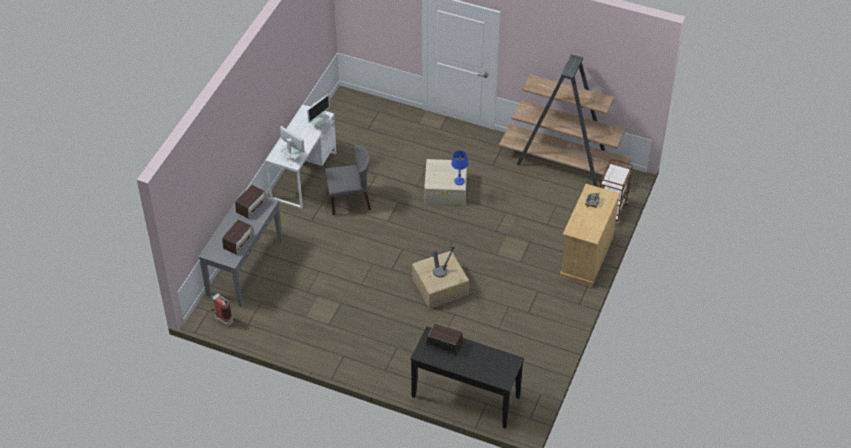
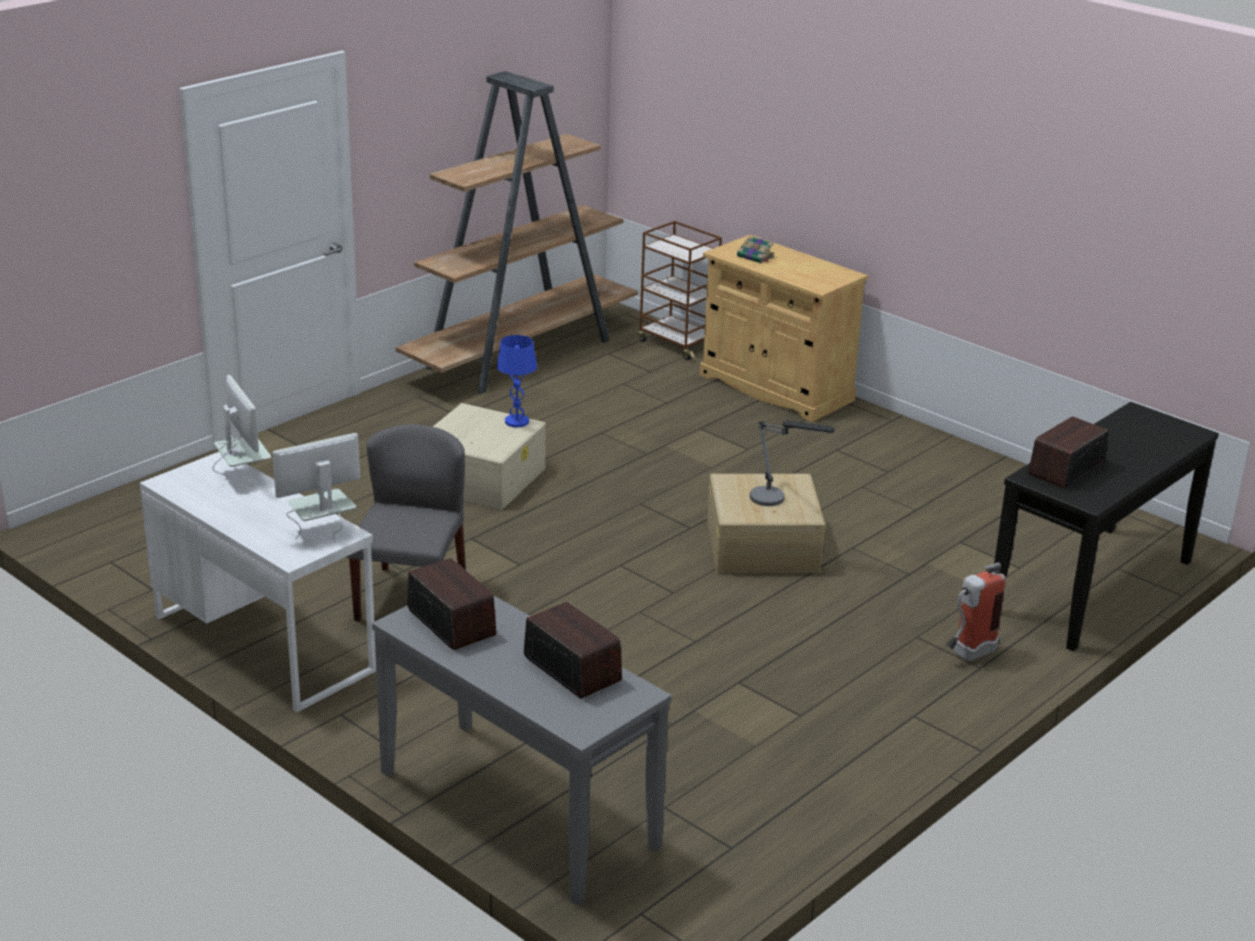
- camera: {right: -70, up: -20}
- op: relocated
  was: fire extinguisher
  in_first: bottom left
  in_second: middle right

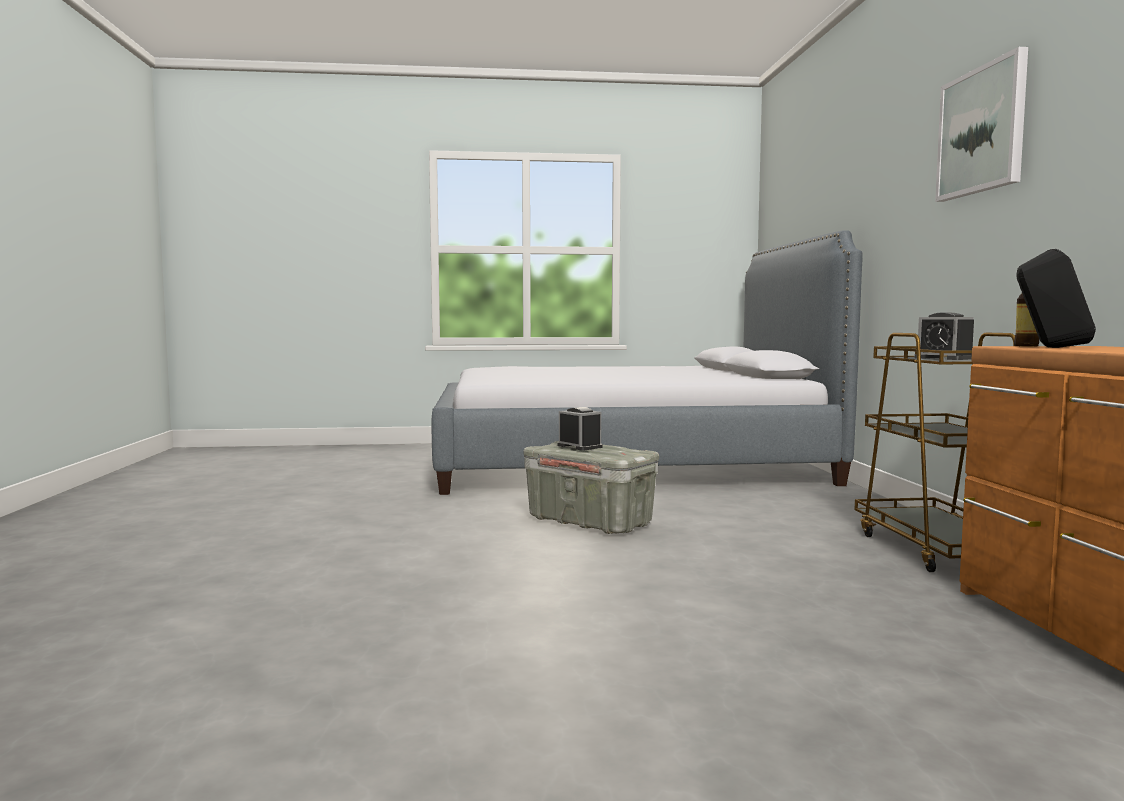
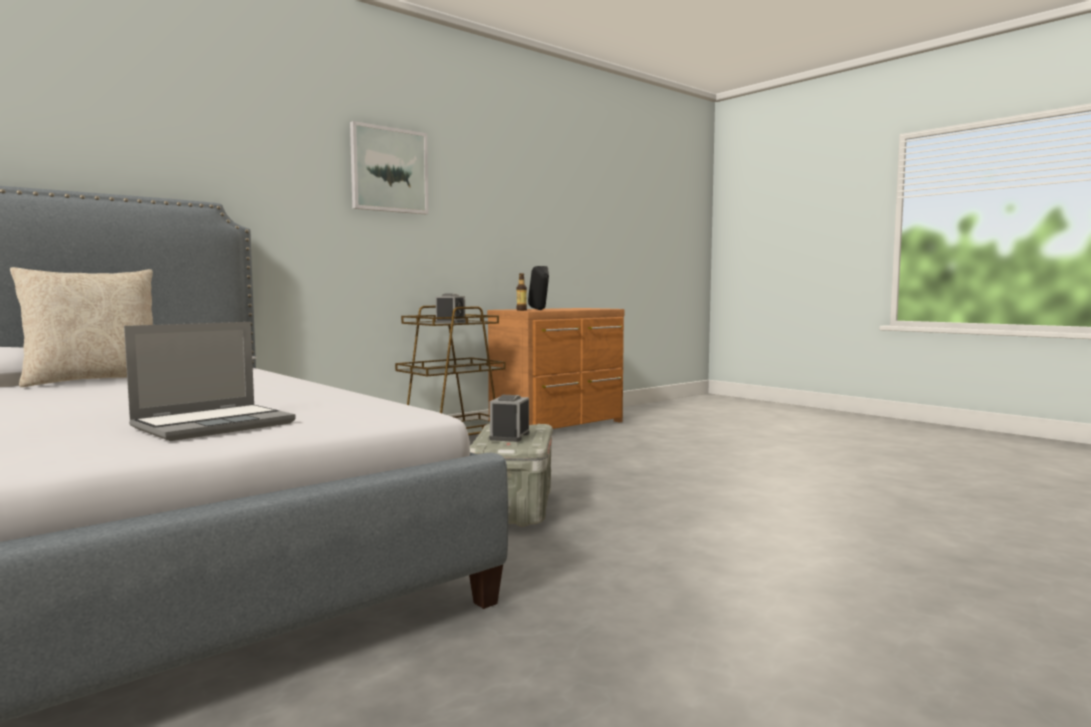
- camera: {right: -125, up: 0}
- op: appeared
  now: pillow in beige
  in_second: middle left
- op: appeared
  now: laptop
  in_second: middle left

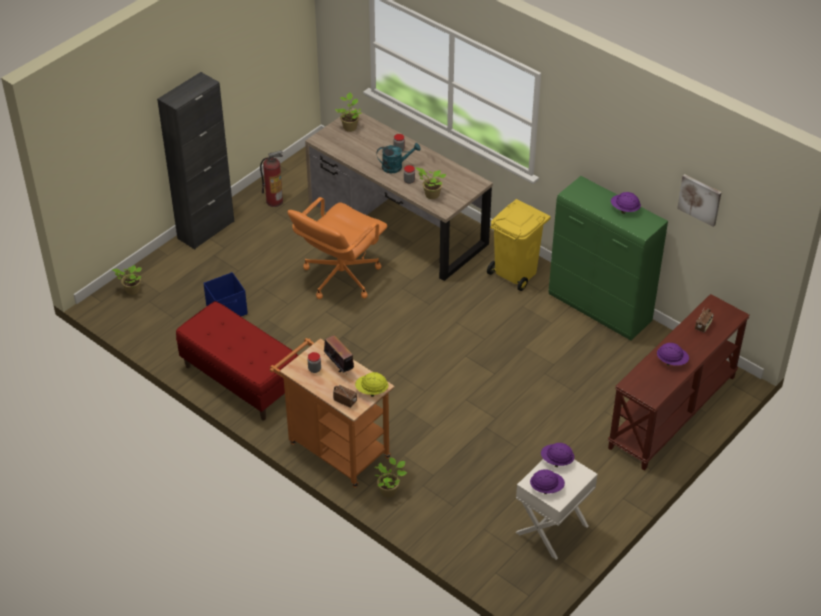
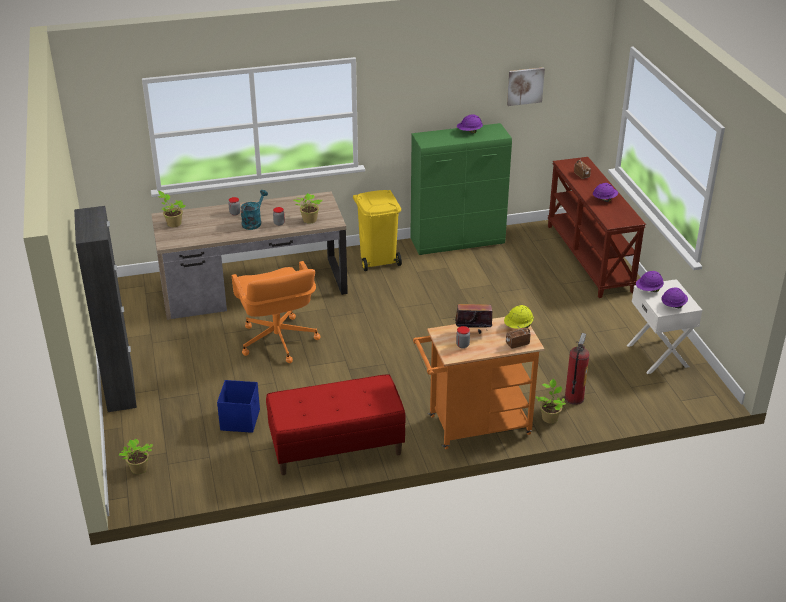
- camera: {right: -55, up: -10}
- op: relocated
  was: fire extinguisher
  in_first: top left
  in_second: middle right

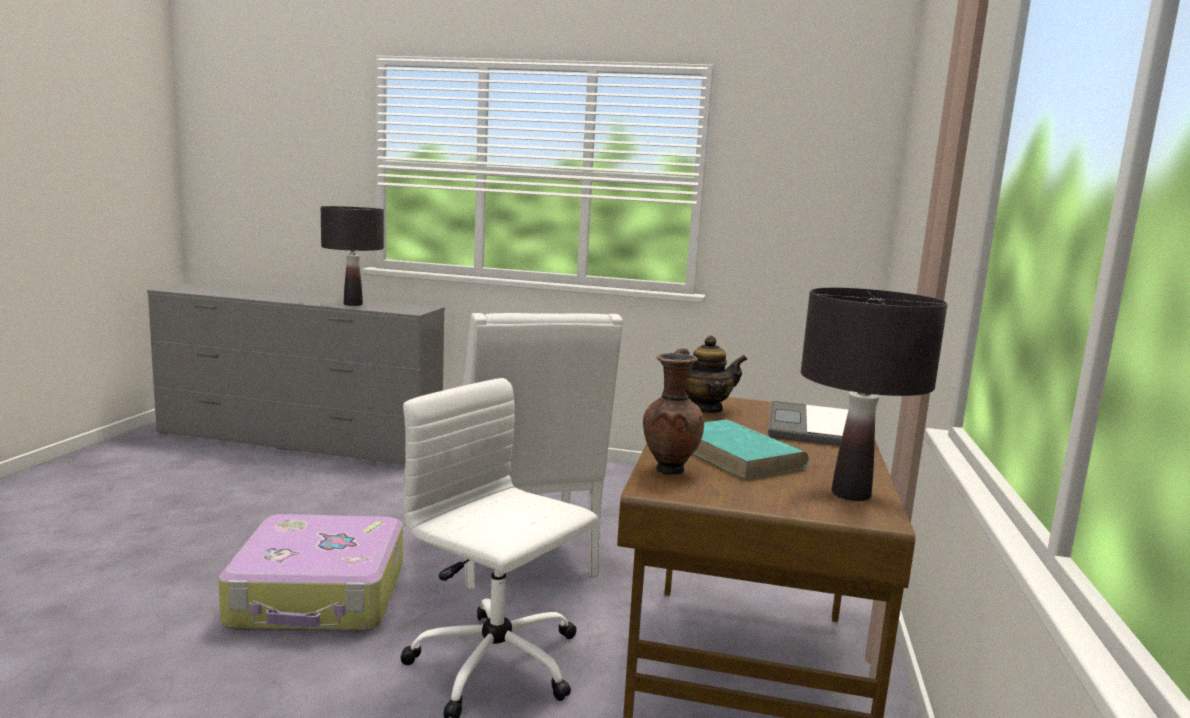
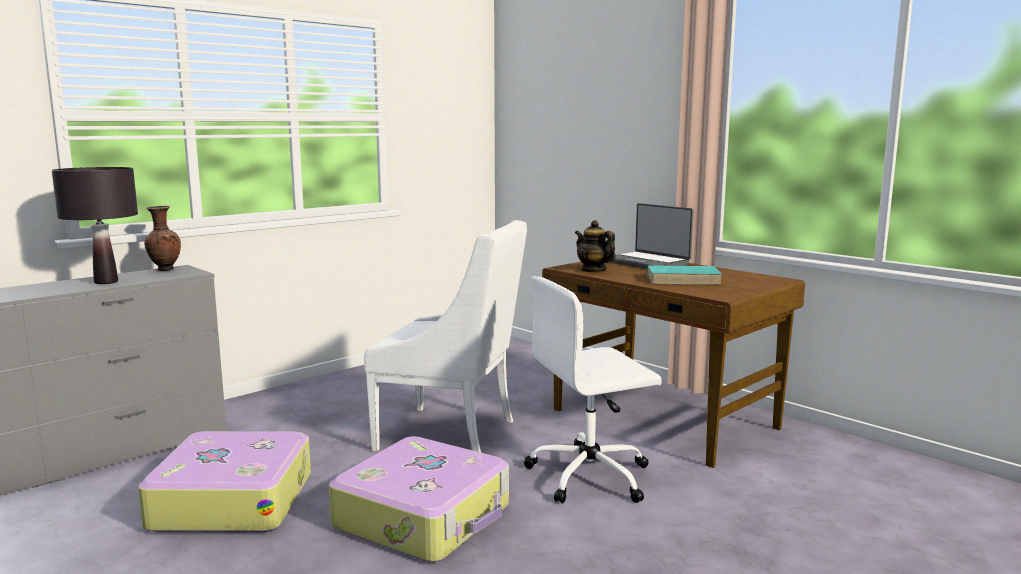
- camera: {right: -55, up: 0}
- op: appeared
  now: suitcase (no. 1 from left)
  in_second: bottom left
- op: relocated
  was: vase in brown
  in_first: centre
  in_second: middle left
- op: spun
  was: teapot
  in_first: centre
  in_second: centre
  clockwise: -60
- op: missing
  was: table lamp in black (no. 2 from left)
  in_first: middle right

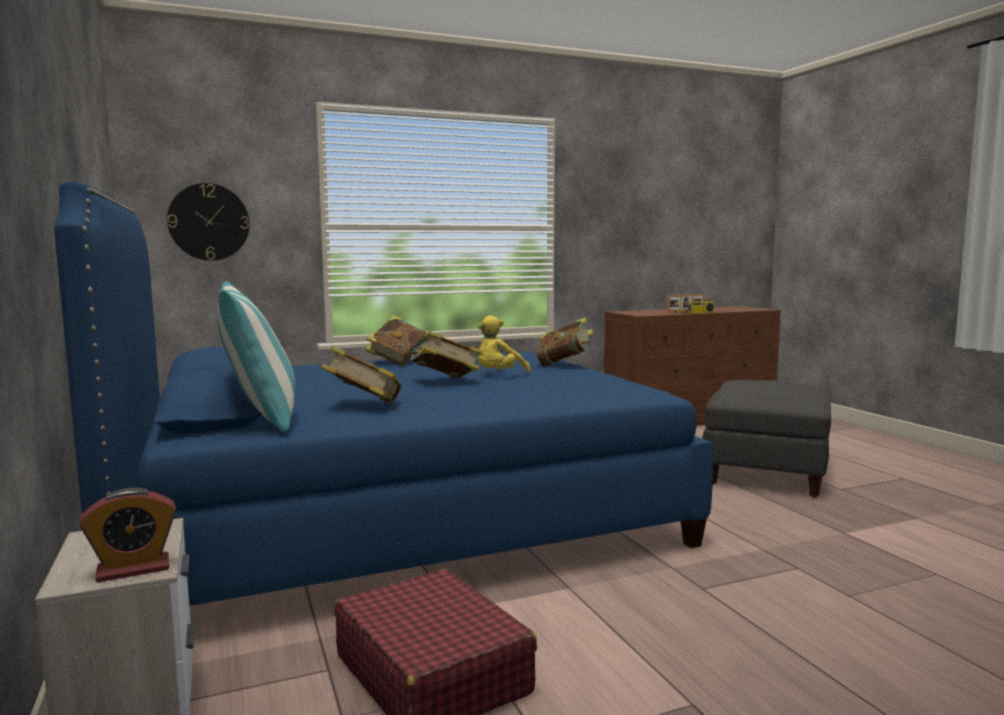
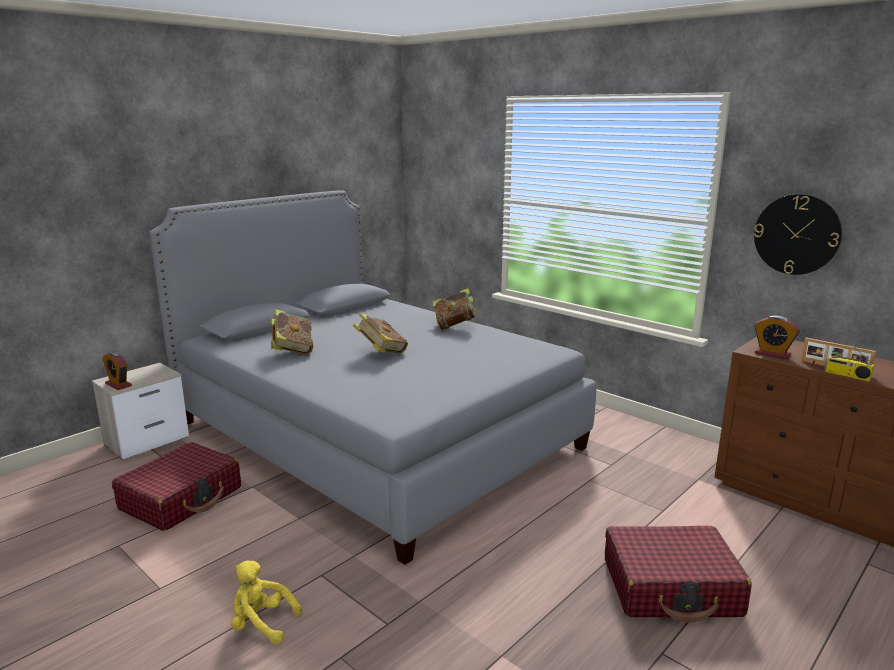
- camera: {right: 65, up: 10}
- op: colour
  was: bed in blue
  now: bed in grey
  in_first: centre
  in_second: centre
- op: relocated
  was: plush toy in yellow
  in_first: centre
  in_second: bottom left
- op: exchanged
  was: ottoman in grey
  now: suitcase in red (no. 2 from left)
  in_first: middle right
  in_second: bottom right
- op: relocated
  was: wall clock
  in_first: top left
  in_second: middle right
- op: appeared
  now: alarm clock (no. 2 from left)
  in_second: middle right
- op: missing
  was: pillow
  in_first: middle left
- op: missing
  was: book (no. 4 from left)
  in_first: centre

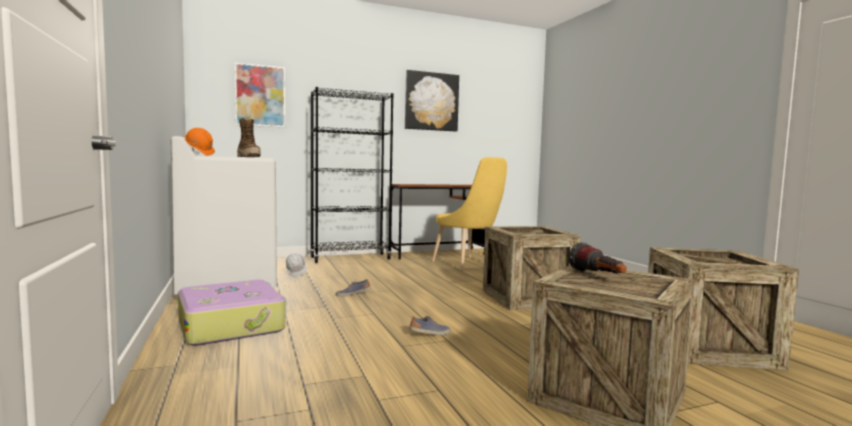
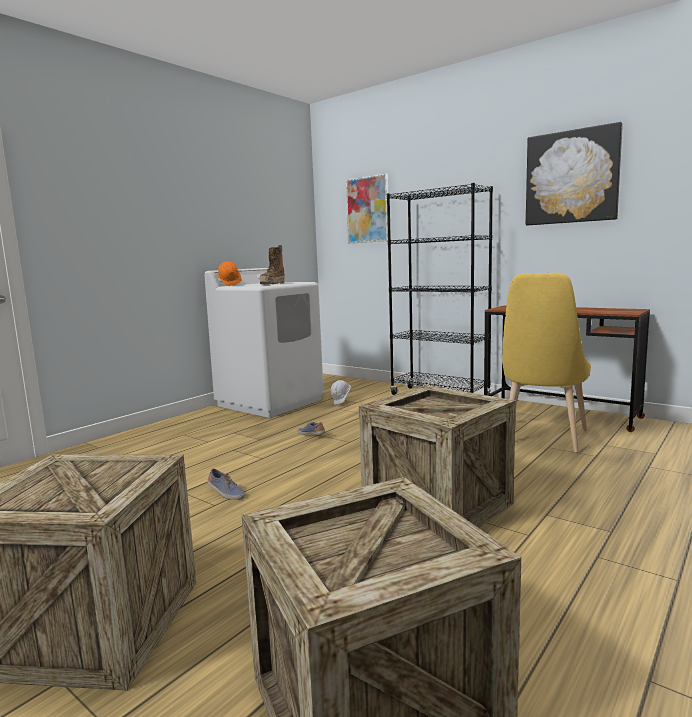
- camera: {right: 60, up: 5}
- op: missing
  was: suitcase
  in_first: bottom left
- op: missing
  was: flashlight
  in_first: middle right

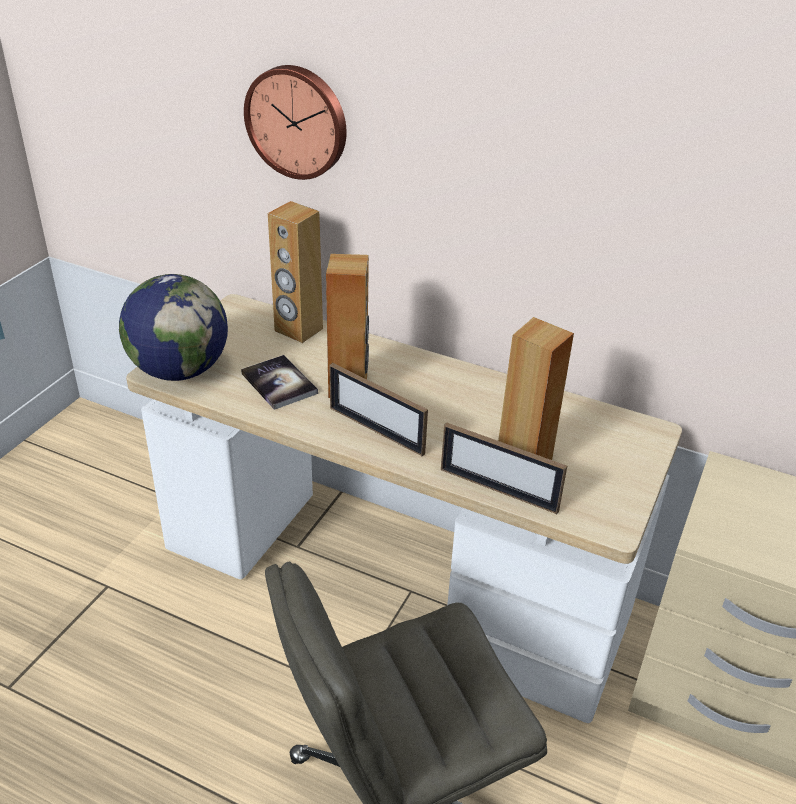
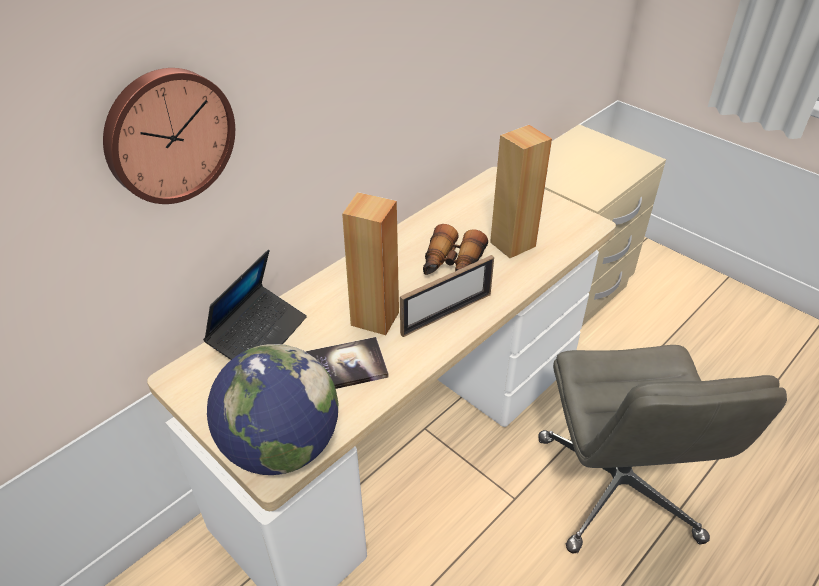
- camera: {right: -70, up: 5}
- op: exchanged
  was: speaker in brown (no. 1 from left)
  now: laptop
  in_first: centre
  in_second: middle left
- op: appeared
  now: binoculars
  in_second: centre
- op: missing
  was: picture frame (no. 2 from left)
  in_first: centre

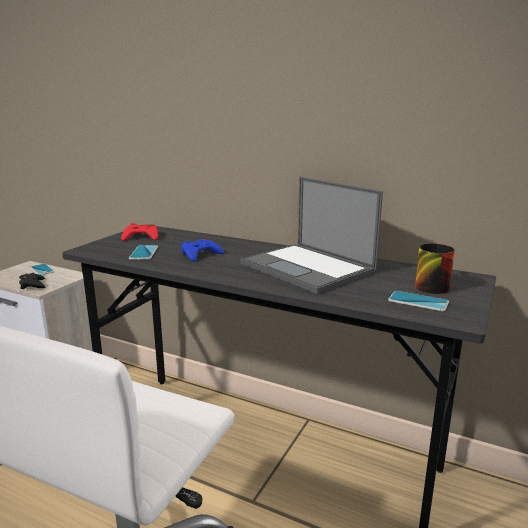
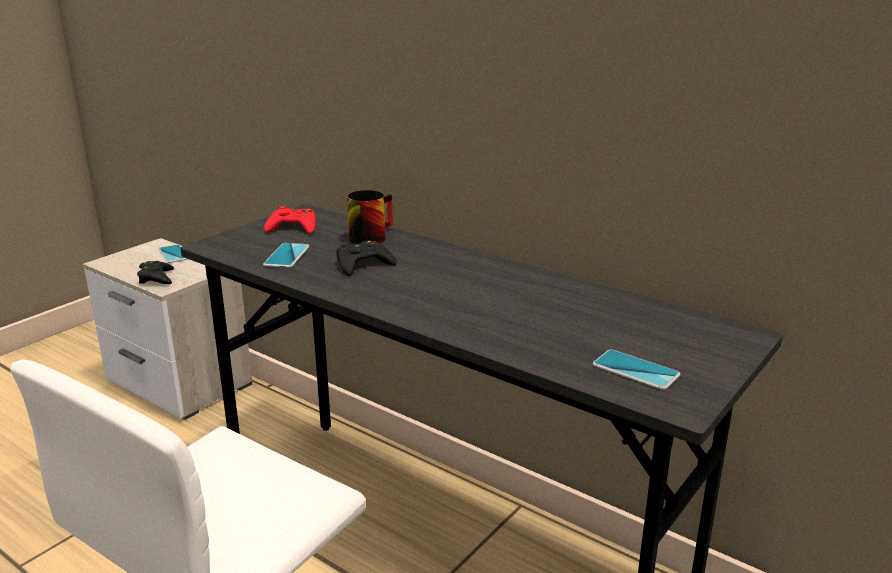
- camera: {right: 10, up: 5}
- op: colour
  was: game controller in blue
  now: game controller in black (no. 2 from left)
  in_first: centre
  in_second: centre
- op: relocated
  was: mug
  in_first: middle right
  in_second: centre
- op: missing
  was: laptop
  in_first: centre

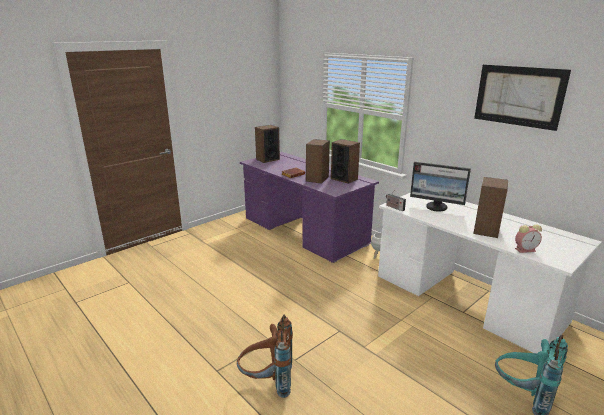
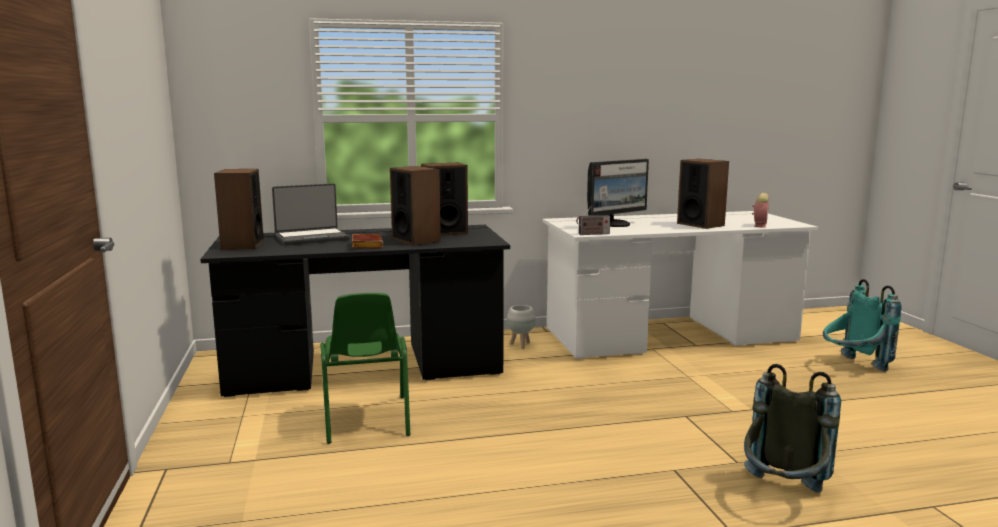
- camera: {right: -60, up: -10}
- op: colour
  was: desk in purple
  now: desk in black
  in_first: centre
  in_second: centre
- op: appeared
  now: laptop
  in_second: middle left
- op: appeared
  now: chair in green
  in_second: bottom centre
- op: colour
  was: backpack in brown
  now: backpack in grey
  in_first: bottom centre
  in_second: bottom right
- op: missing
  was: picture
  in_first: top right

